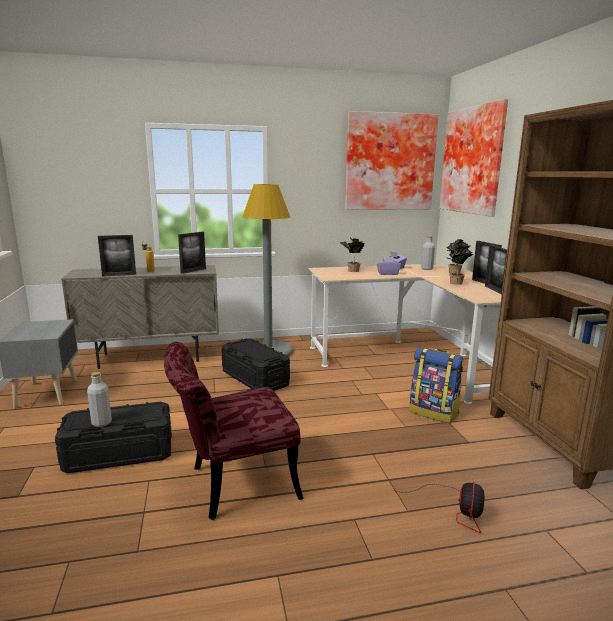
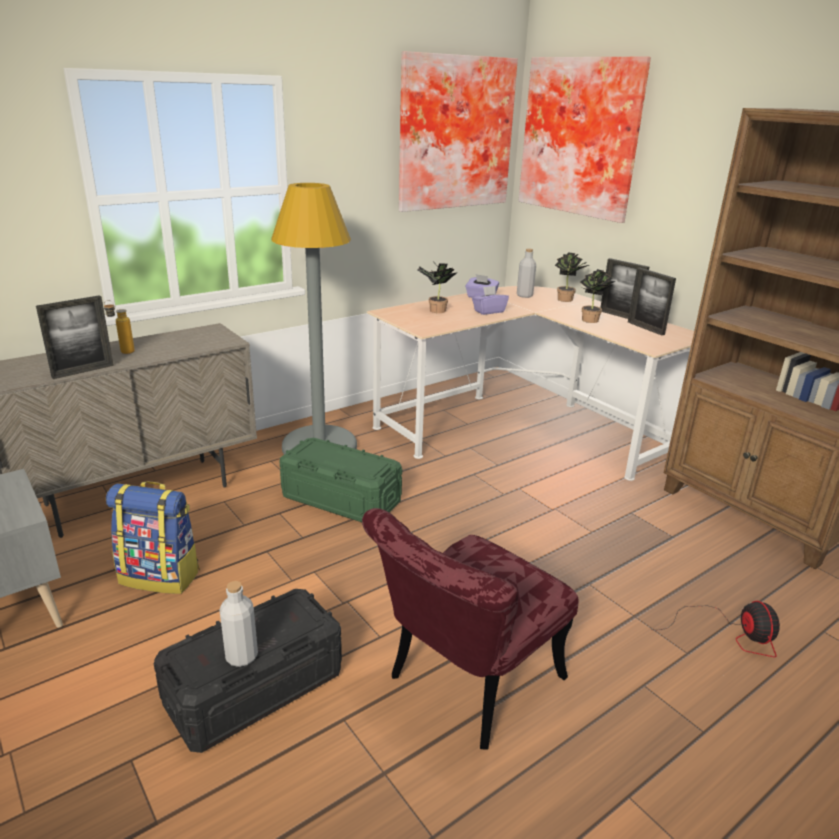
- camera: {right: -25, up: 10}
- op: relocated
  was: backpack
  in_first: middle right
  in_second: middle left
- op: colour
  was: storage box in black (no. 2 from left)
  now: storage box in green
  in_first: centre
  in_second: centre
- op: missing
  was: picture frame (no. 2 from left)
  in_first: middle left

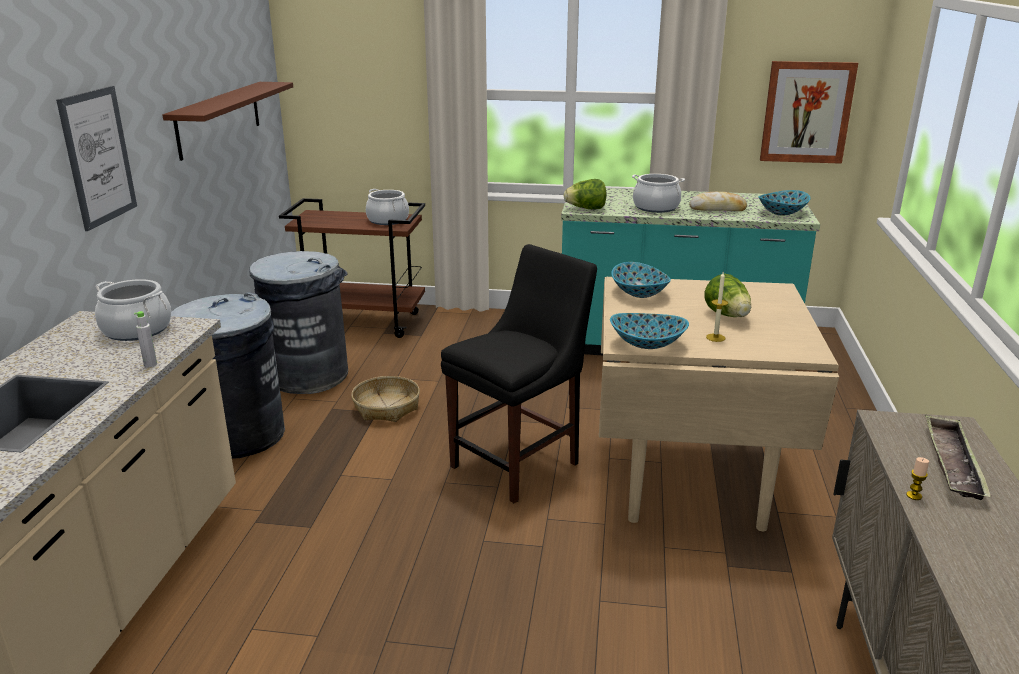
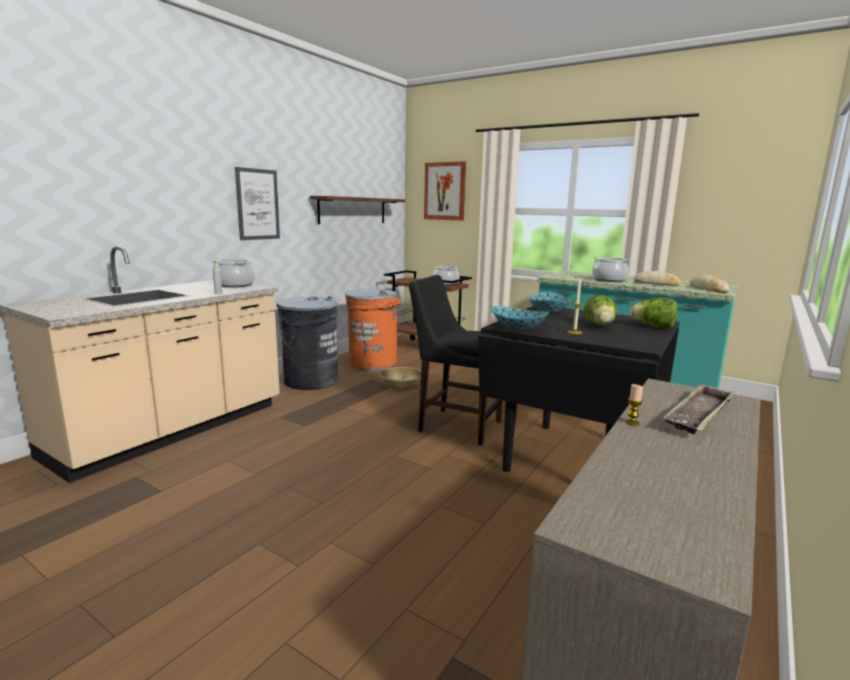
- camera: {right: 25, up: -10}
- op: colour
  was: trash can in grey (no. 2 from left)
  now: trash can in orange
  in_first: middle left
  in_second: centre
- op: spun
  was: chair in black
  in_first: centre
  in_second: centre
  clockwise: -135
- op: relocated
  was: picture (no. 2 from left)
  in_first: top right
  in_second: top centre
- op: colour
  was: dining table in beige
  now: dining table in black
  in_first: middle right
  in_second: middle right
- op: relocated
  was: lettuce (no. 1 from left in the first image)
  now: lettuce (no. 2 from left)
  in_first: top centre
  in_second: middle right
- op: exchanged
  was: bowl (no. 3 from left)
  now: bread (no. 2 from left)
  in_first: top right
  in_second: middle right

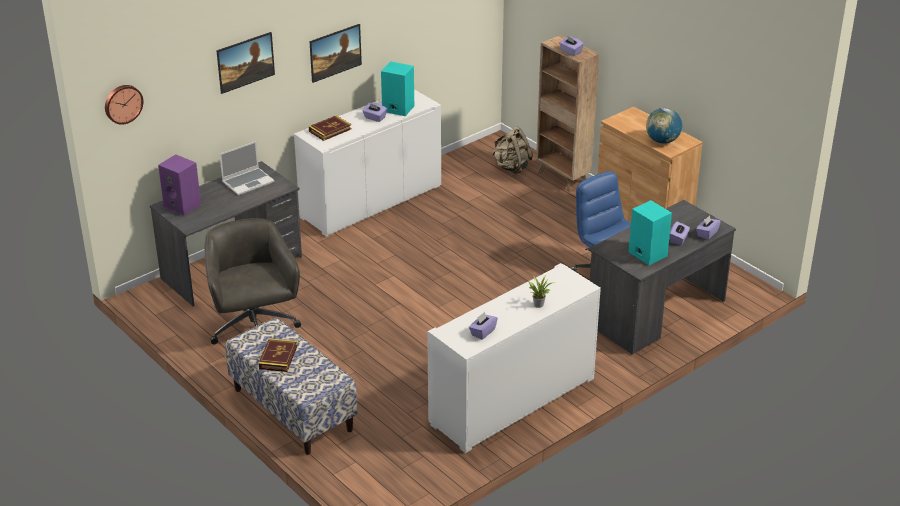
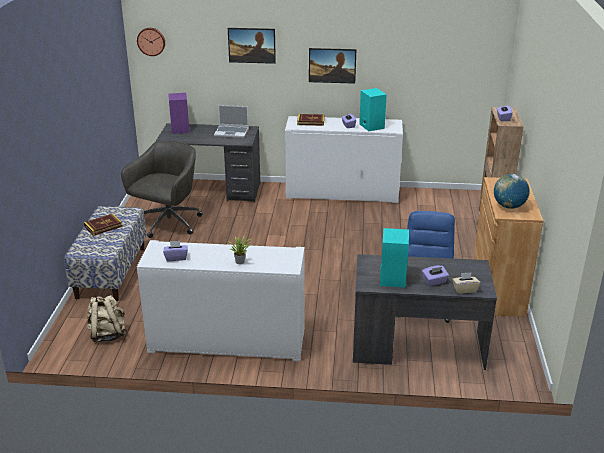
- camera: {right: 45, up: -5}
- op: relocated
  was: backpack in beige
  in_first: top centre
  in_second: bottom left
- op: colour
  was: tissue box in purple (no. 5 from left)
  now: tissue box in beige
  in_first: middle right
  in_second: middle right

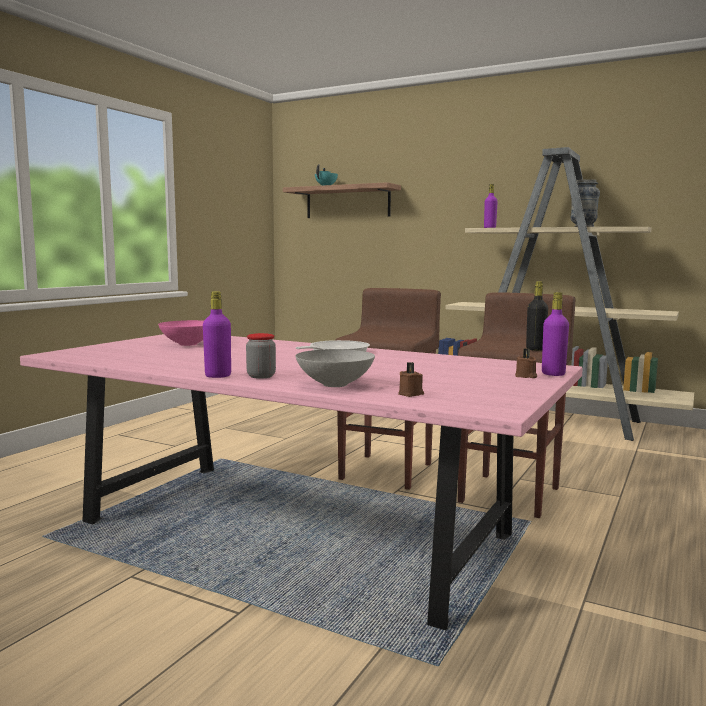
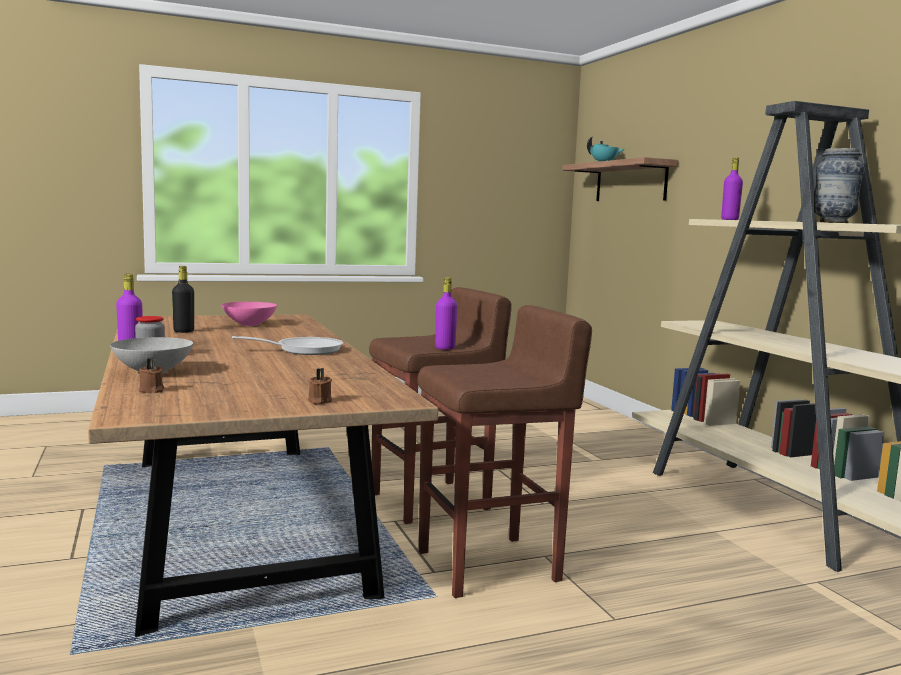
- camera: {right: 40, up: 0}
- op: colour
  was: dining table in pink
  now: dining table in brown
  in_first: bottom centre
  in_second: bottom left
- op: relocated
  was: bottle in black
  in_first: middle right
  in_second: middle left
- op: relocated
  was: bottle in purple (no. 3 from left in the first image)
  now: bottle in purple (no. 2 from left)
  in_first: middle right
  in_second: centre

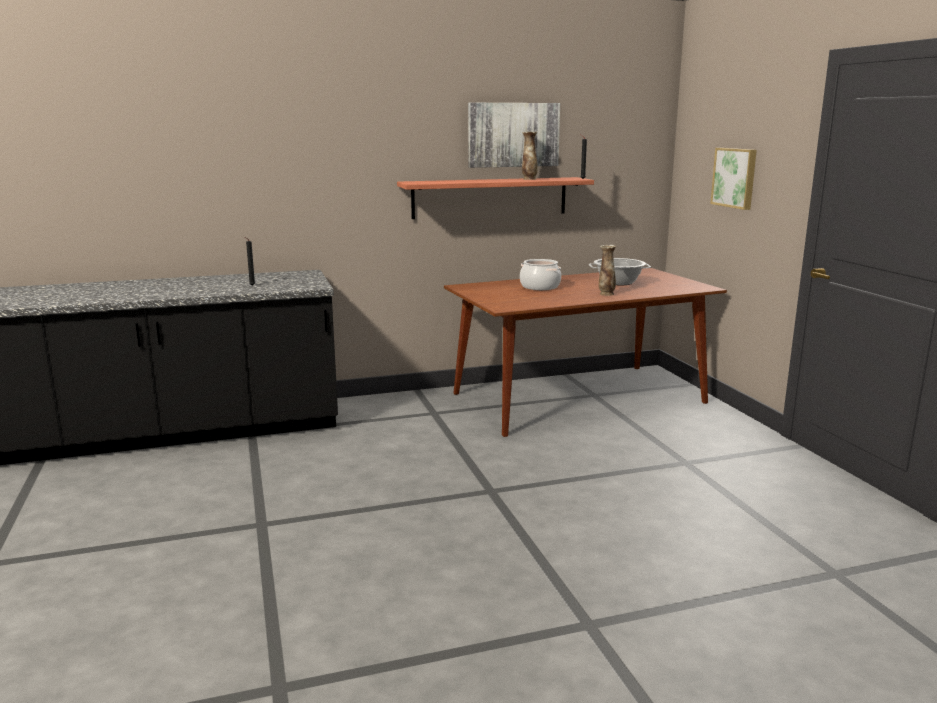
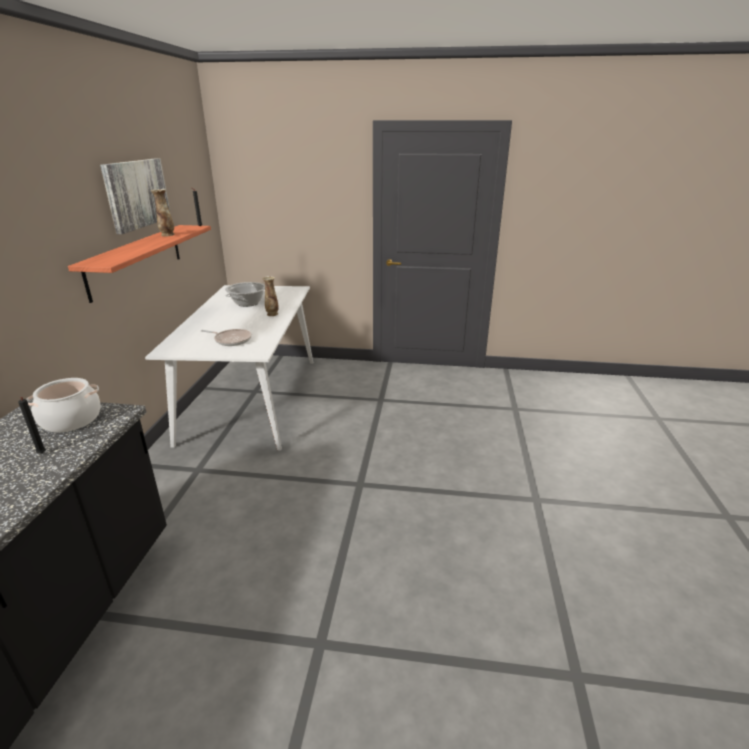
- camera: {right: -65, up: 10}
- op: relocated
  was: cooking pot (no. 1 from left)
  in_first: centre
  in_second: middle left
- op: colour
  was: dining table in brown
  now: dining table in white
  in_first: centre
  in_second: middle left
- op: appeared
  now: frying pan
  in_second: middle left
- op: missing
  was: picture (no. 2 from left)
  in_first: top right

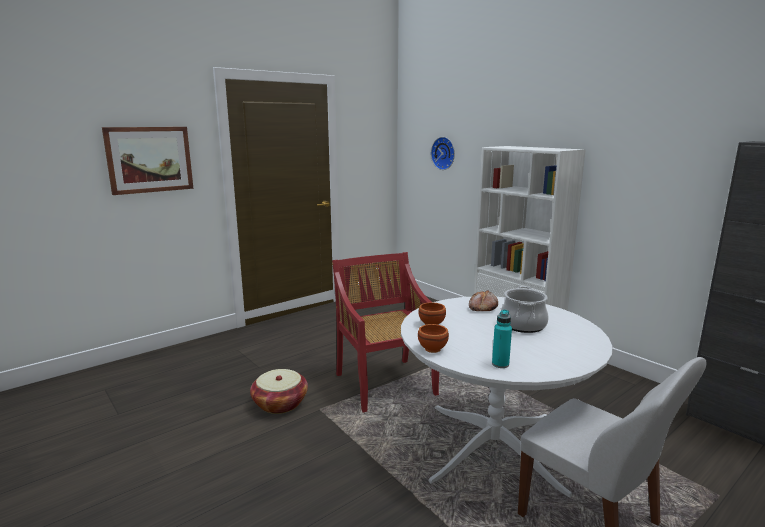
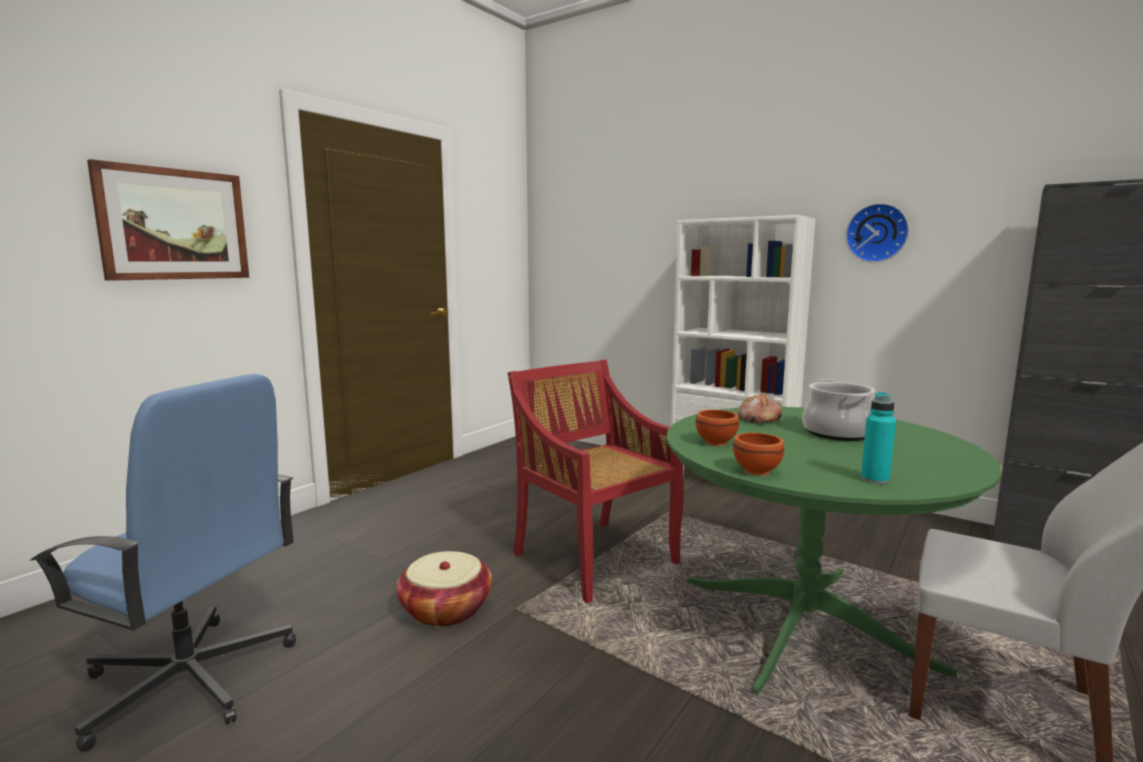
- camera: {right: -15, up: -5}
- op: appeared
  now: office chair in blue
  in_second: bottom left
- op: colour
  was: dining table in white
  now: dining table in green
  in_first: bottom centre
  in_second: bottom right
- op: relocated
  was: wall clock
  in_first: top centre
  in_second: top right

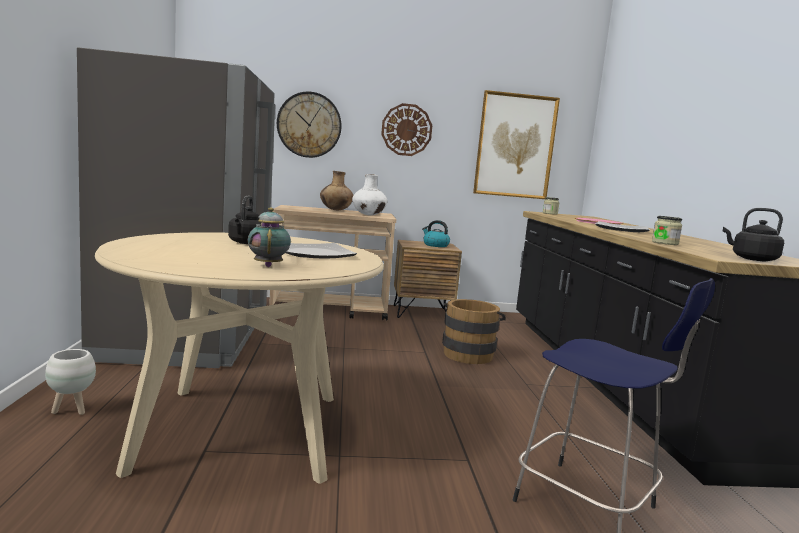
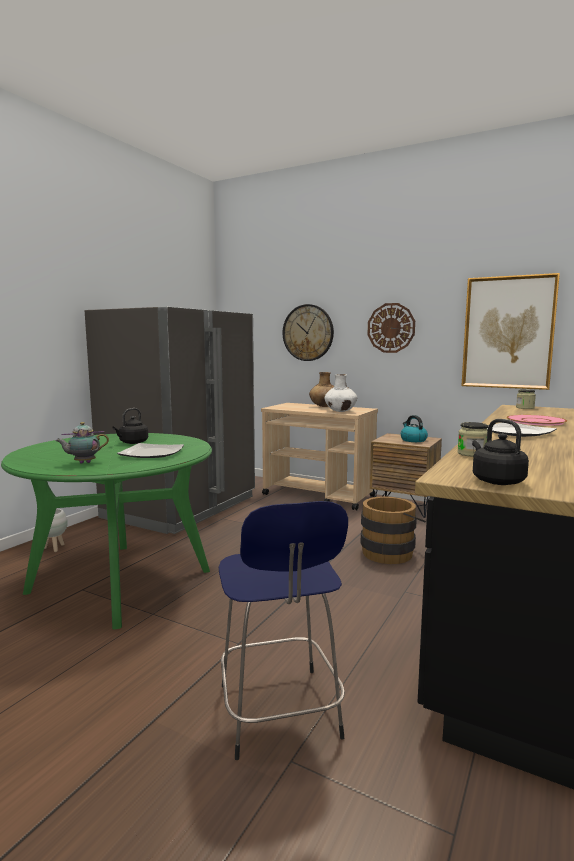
- camera: {right: 35, up: 0}
- op: colour
  was: dining table in beige
  now: dining table in green
  in_first: bottom left
  in_second: middle left
- op: spun
  was: teapot
  in_first: centre
  in_second: middle left
  clockwise: -135

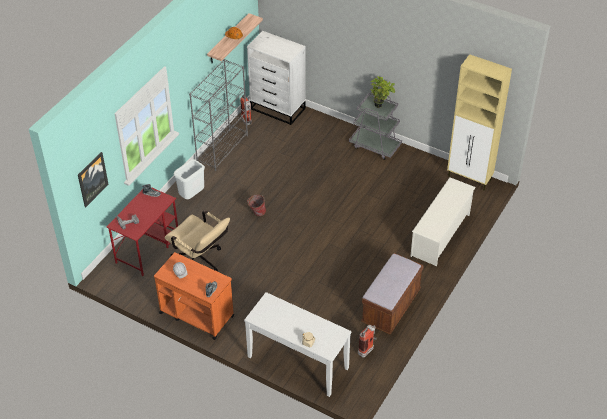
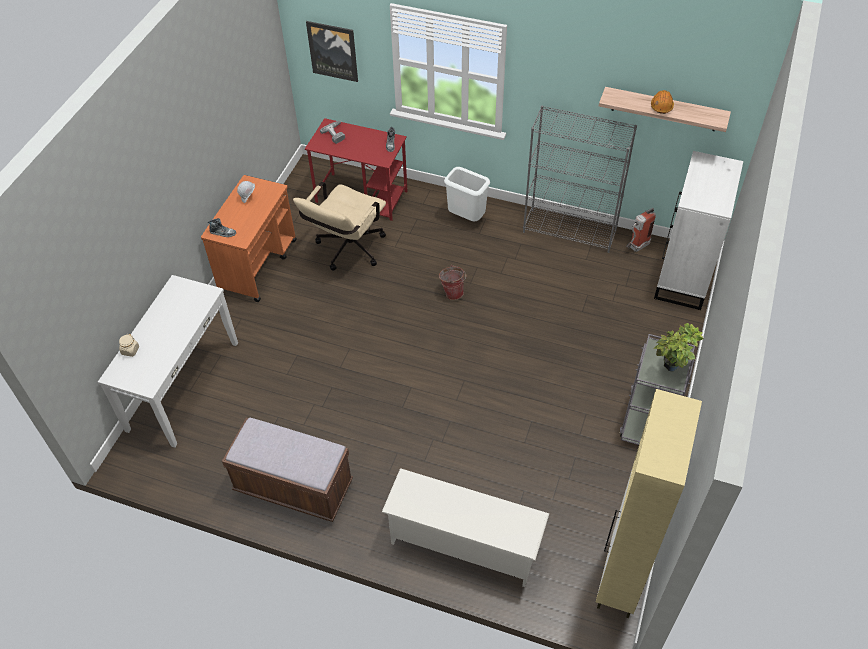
- camera: {right: 80, up: 5}
- op: missing
  was: fire extinguisher (no. 2 from left)
  in_first: bottom centre

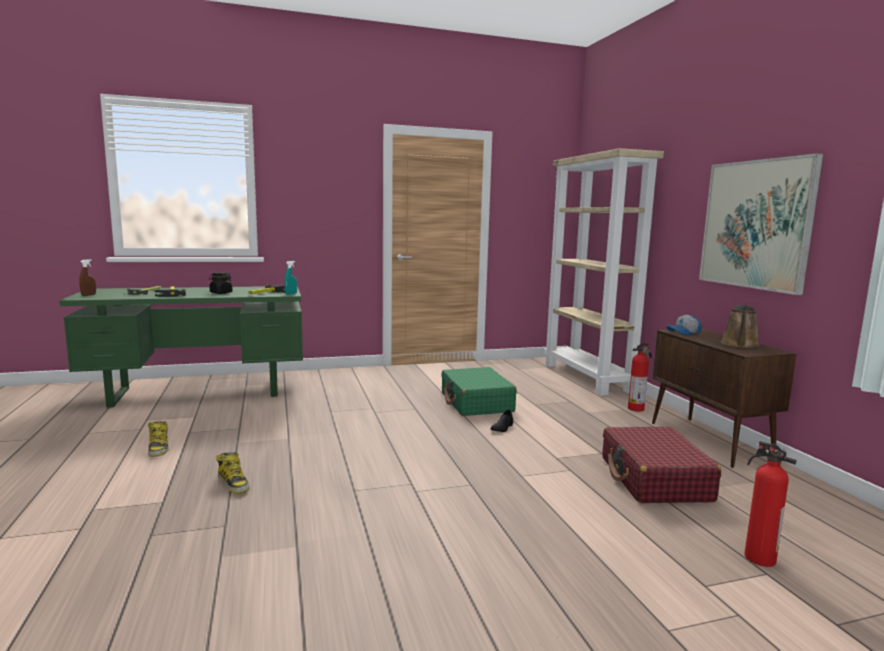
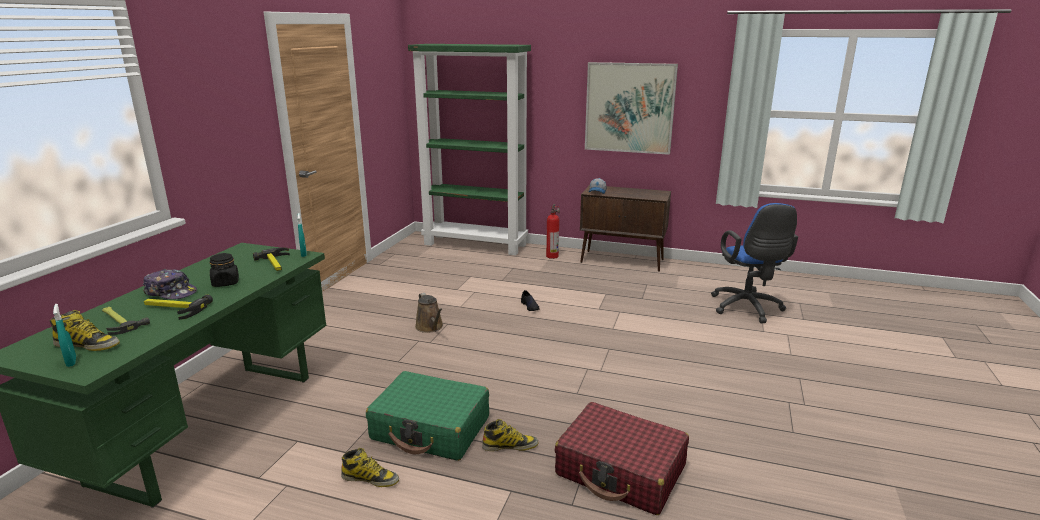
- camera: {right: -55, up: 10}
- op: appeared
  now: boot (no. 1 from left)
  in_second: middle left
- op: colour
  was: spray bottle in brown
  now: spray bottle in turquoise (no. 1 from left)
  in_first: middle left
  in_second: middle left
- op: appeared
  now: cap (no. 1 from left)
  in_second: middle left
- op: relocated
  was: suitcase in green
  in_first: centre
  in_second: bottom centre
- op: colour
  was: bookcase in beige
  now: bookcase in green
  in_first: middle right
  in_second: top centre
- op: relocated
  was: watering can in brown
  in_first: middle right
  in_second: centre
- op: relocated
  was: suitcase in red
  in_first: bottom right
  in_second: bottom centre
- op: exchanged
  was: fire extinguisher (no. 2 from left)
  now: office chair in blue
  in_first: bottom right
  in_second: middle right

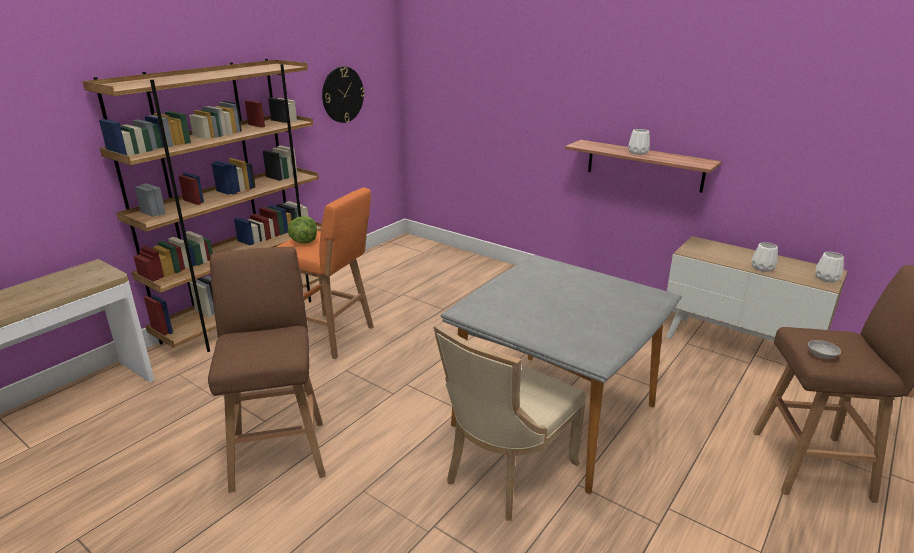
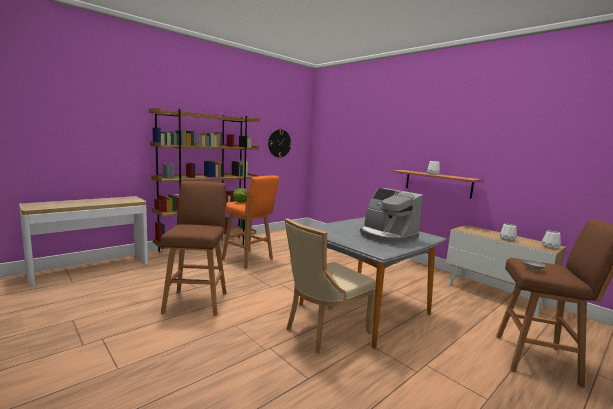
- camera: {right: 10, up: -15}
- op: appeared
  now: coffee machine
  in_second: centre

